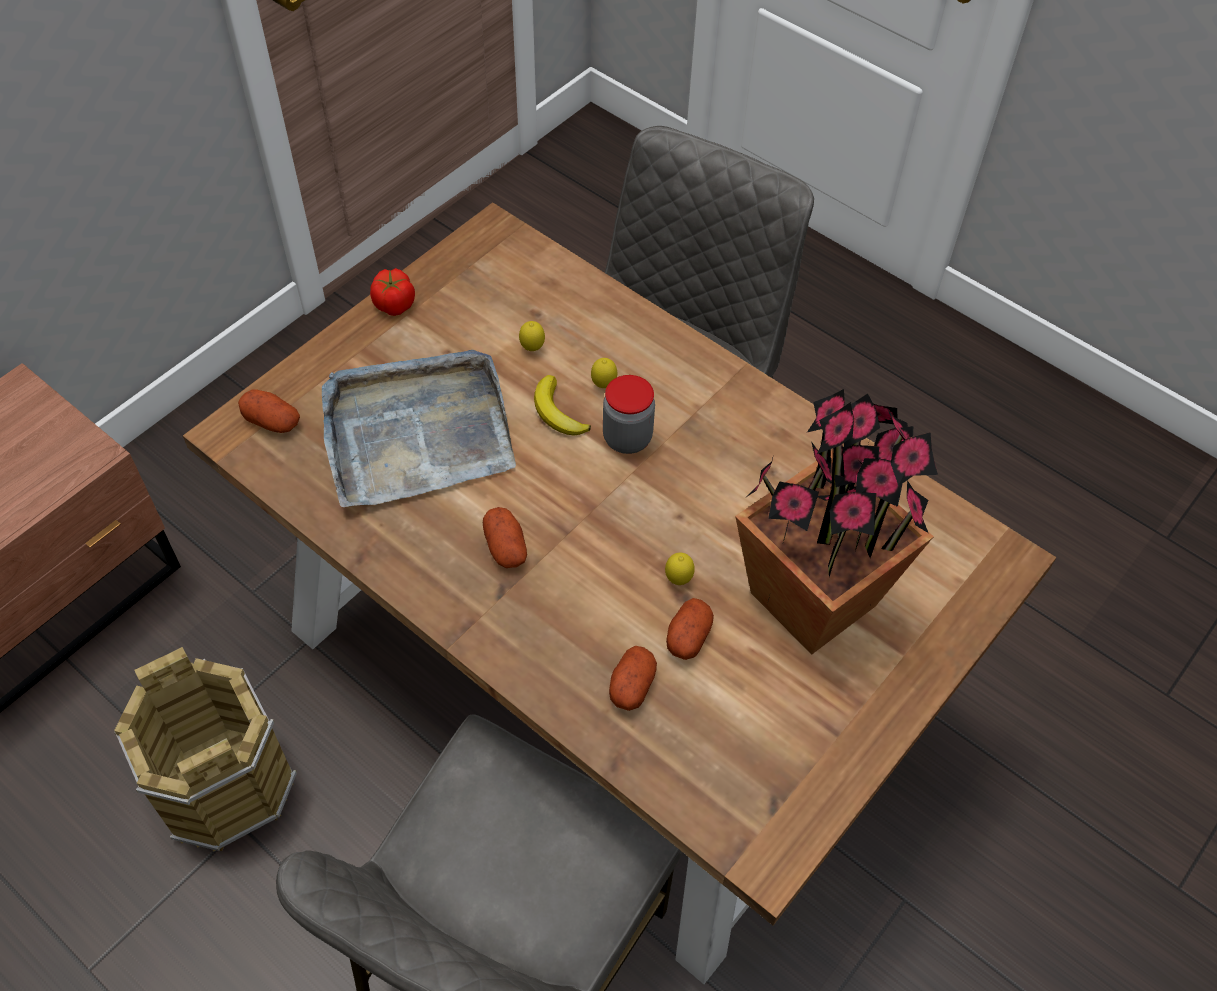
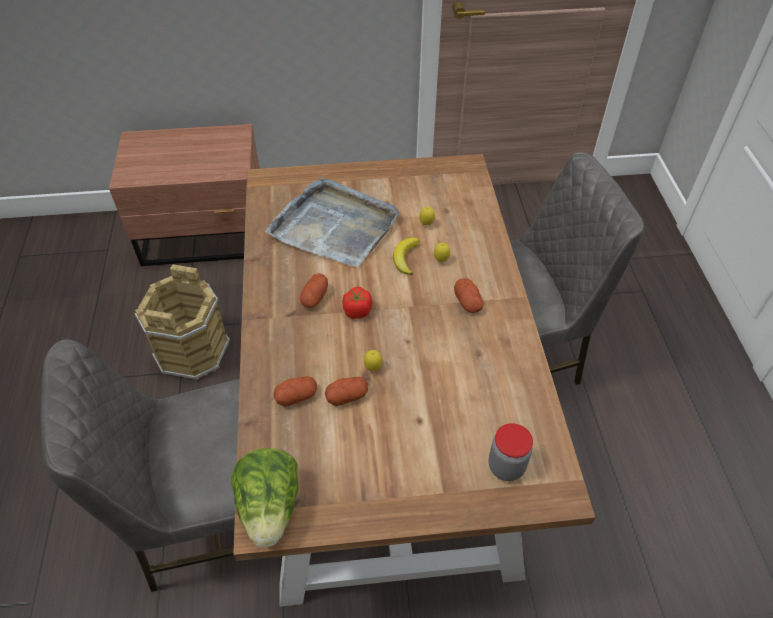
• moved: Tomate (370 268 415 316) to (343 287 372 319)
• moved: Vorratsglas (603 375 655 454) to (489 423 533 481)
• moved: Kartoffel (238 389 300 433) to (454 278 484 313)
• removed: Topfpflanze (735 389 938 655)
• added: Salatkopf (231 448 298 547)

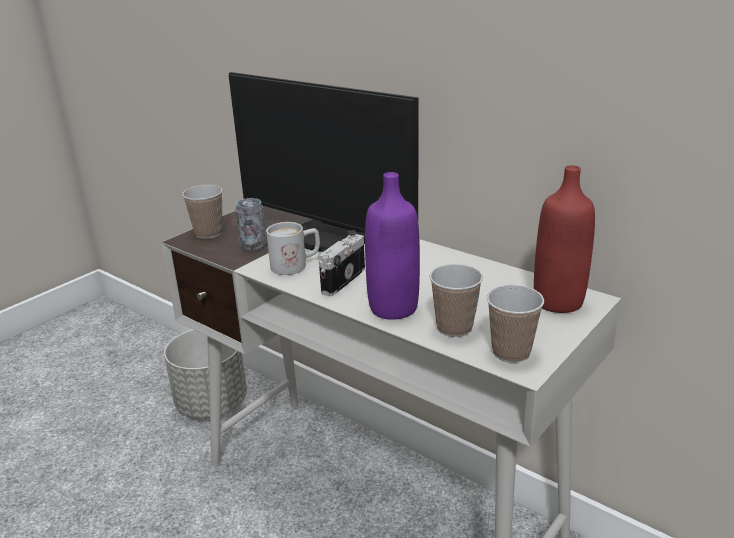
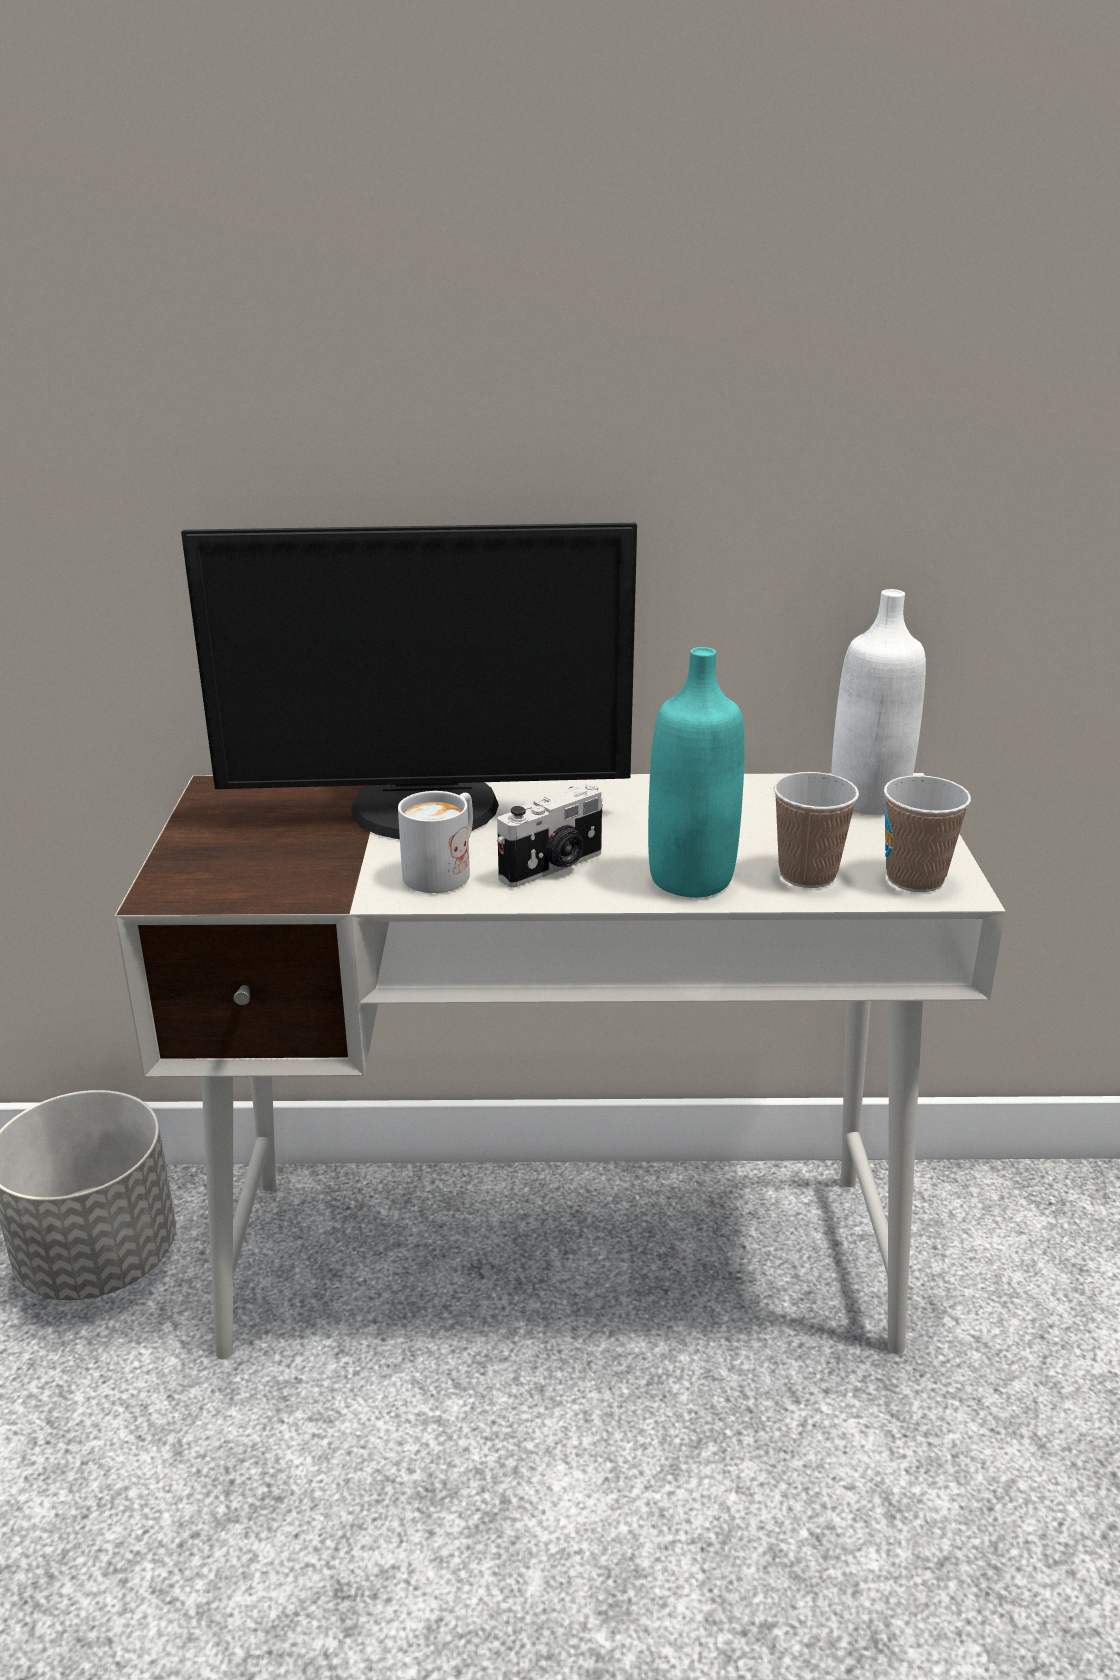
• recoloured: Flasche (rot) (534 165 595 313) to Flasche (weiß) (831 589 926 815)
• recoloured: Flasche (lila) (365 172 420 320) to Flasche (türkis) (648 647 745 898)
• removed: Tasse (182 185 223 239)
• removed: Dose (235 198 267 252)
• turned: Kamera (318 230 365 296) = (497 783 603 888) 120 degrees counterclockwise

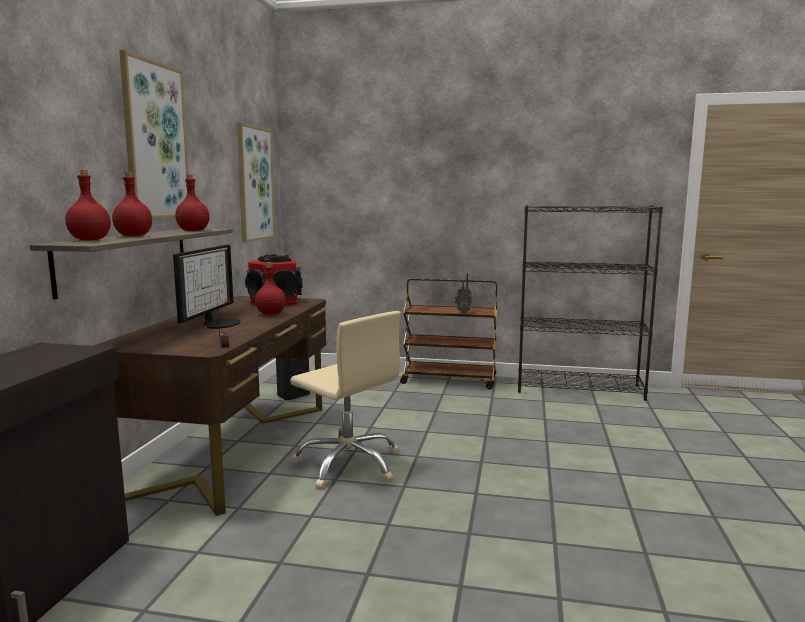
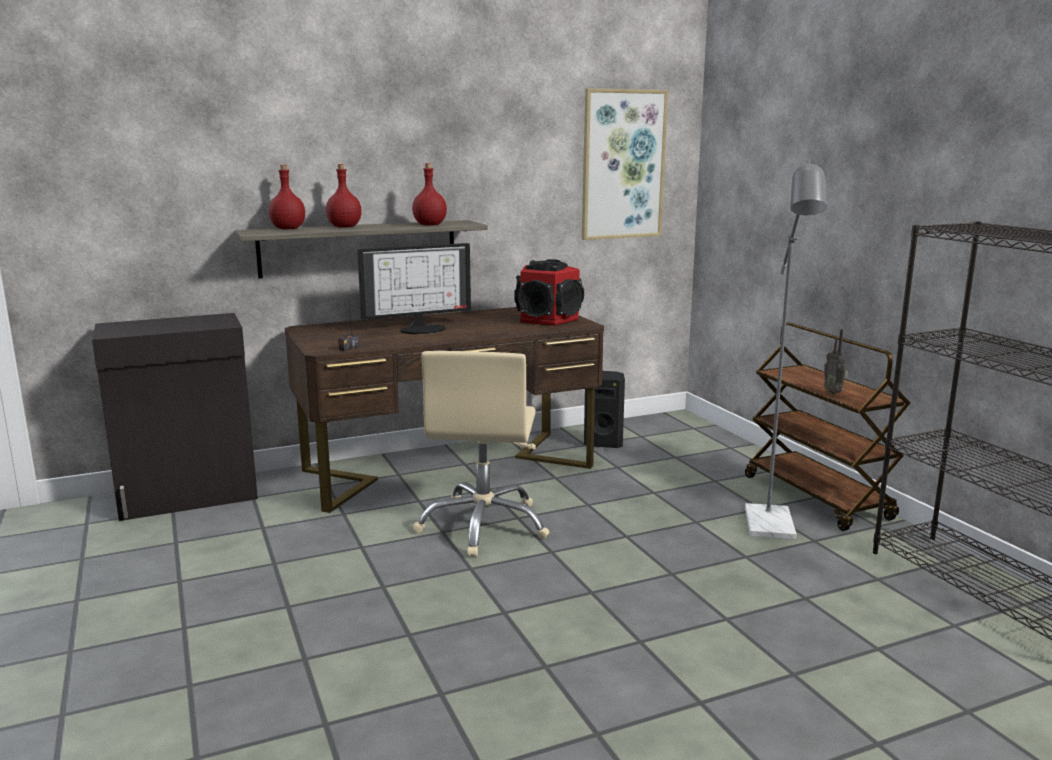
• removed: Bild (119 50 189 219)
• removed: Flasche (rot) (255 262 286 315)
• added: Stehlampe (grau) (745 160 827 539)

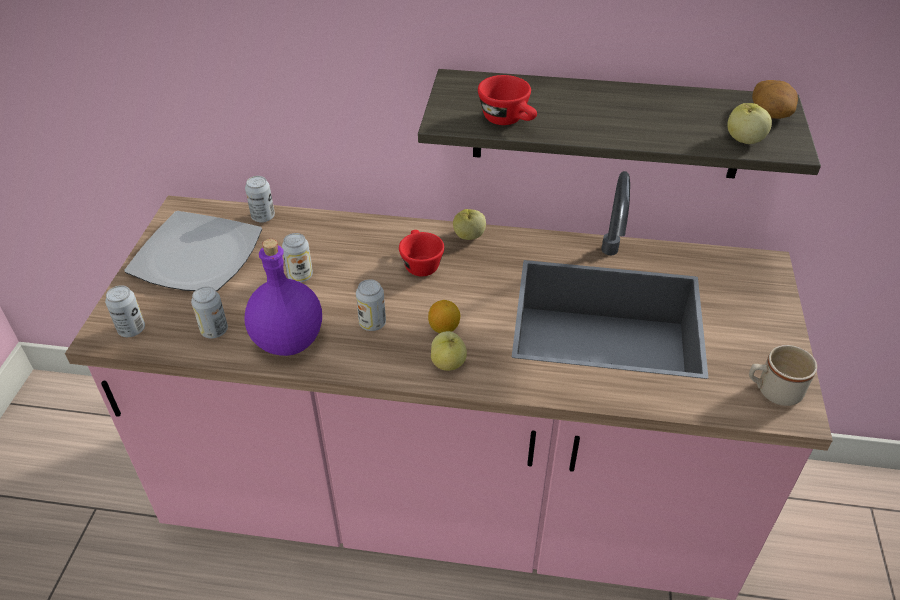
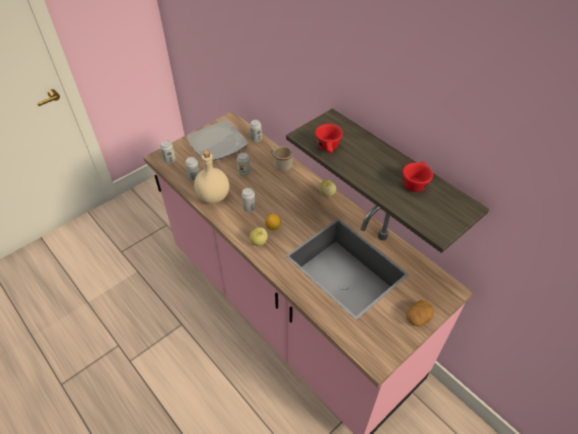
• moved: Kartoffel (752 80 798 119) to (406 300 434 326)
• removed: Apfel (727 103 772 144)
• moved: Tasse (rot) (399 230 444 276) to (403 161 433 192)
• recoloured: Flasche (lila) (244 239 322 356) to Flasche (beige) (194 150 229 203)
• moved: Henkelbecher (beige) (749 345 817 406) to (271 146 293 171)

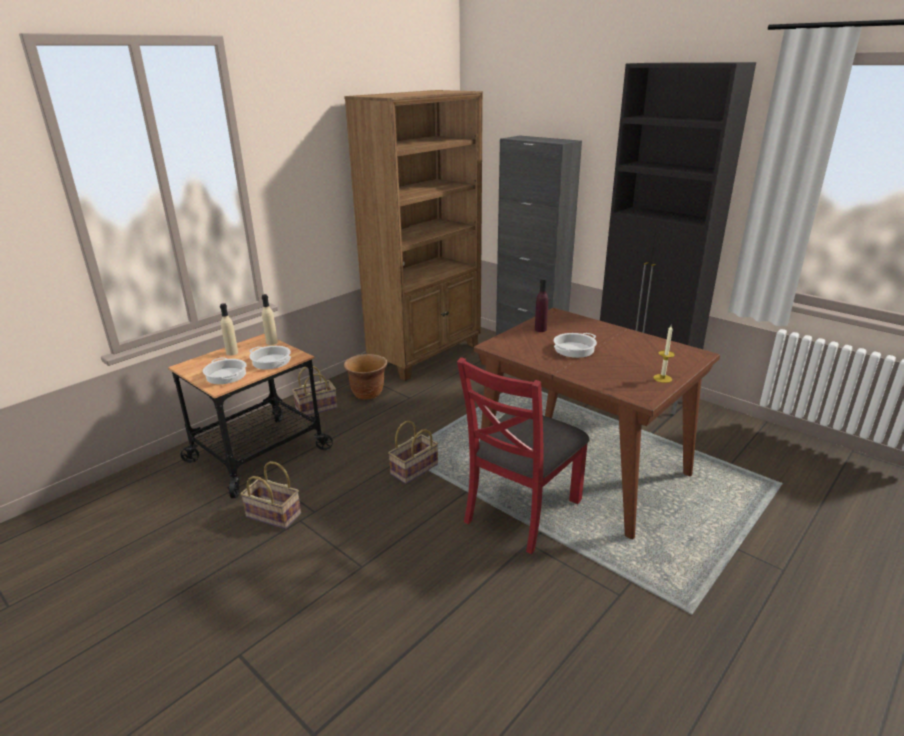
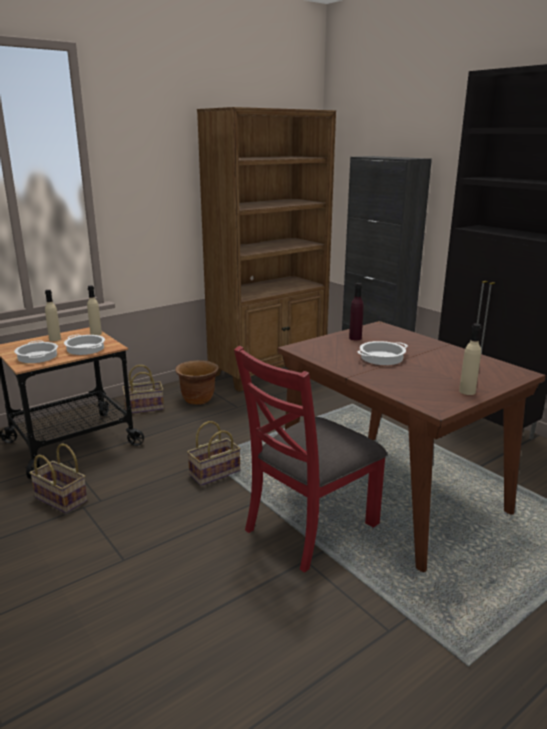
• replaced: Kerze (653 326 675 383) to Flasche (beige) (459 323 481 395)

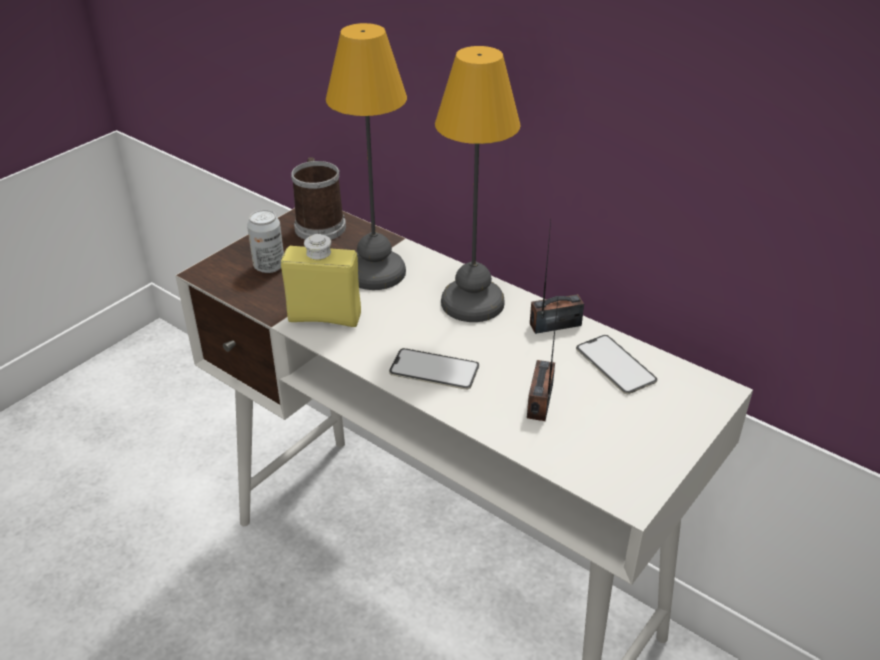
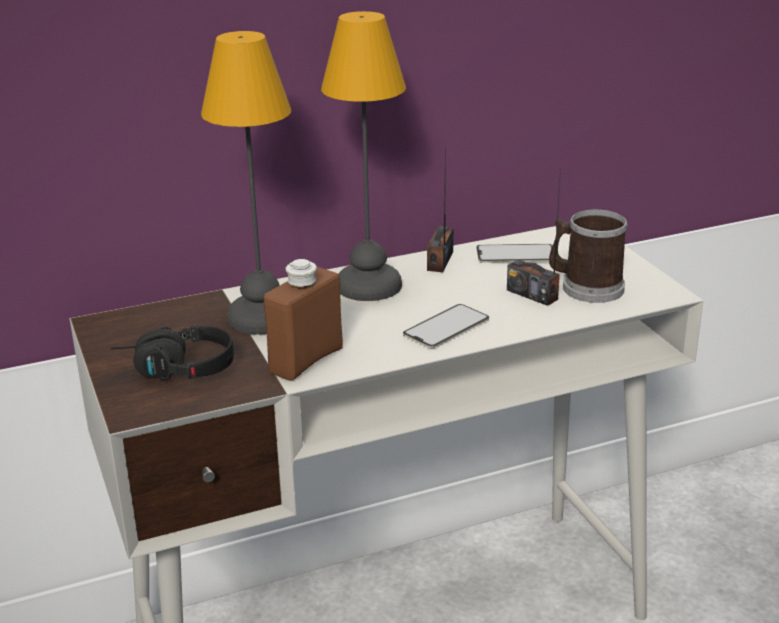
• moved: Henkelbecher (291 157 346 240) to (549 210 628 303)
• replaced: Dose (247 210 284 273) to Kopfhörer (schwarz) (111 326 234 380)
• recoloured: Flasche (gelb) (281 234 361 327) to Flasche (braun) (264 259 343 381)

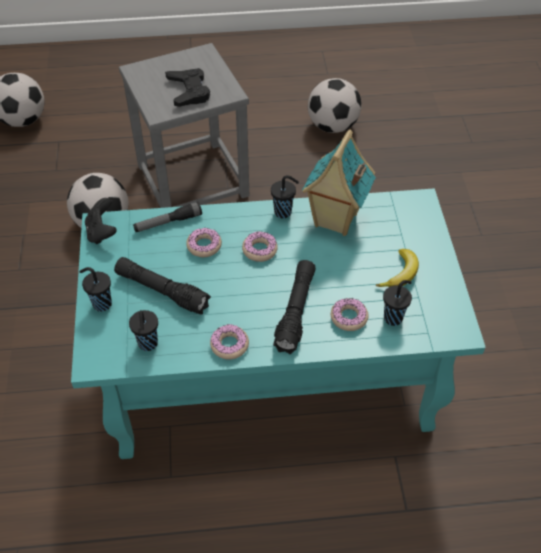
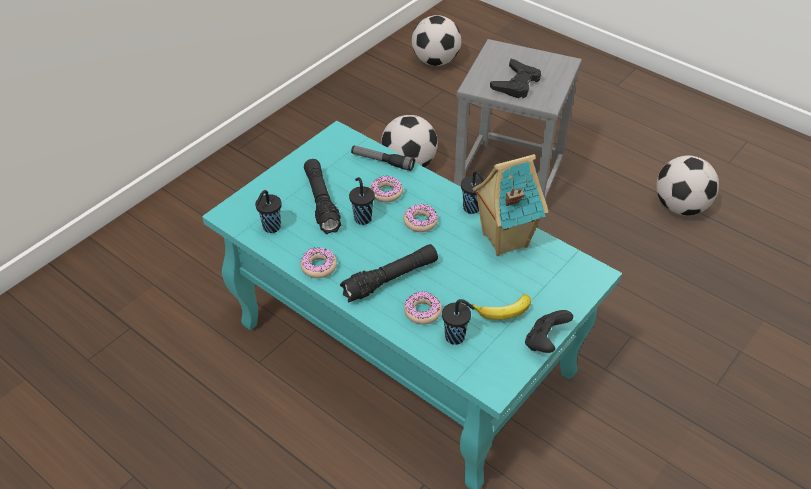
• moved: Gamepad (schwarz) (85 198 117 244) to (525 310 573 353)
• moved: Tasse (schwarz) (80 267 112 312) to (349 177 375 225)

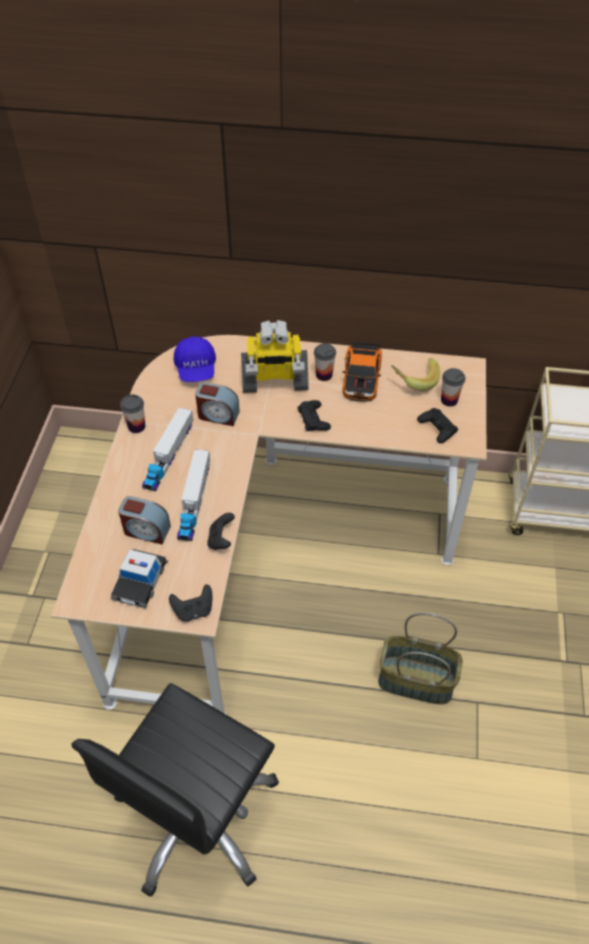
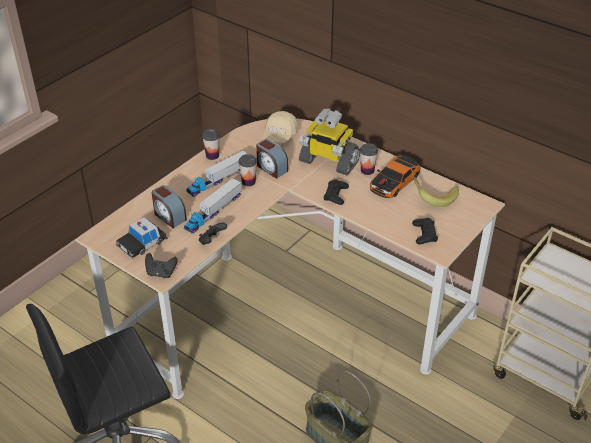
• recoloured: Kappe (blau) (174 336 216 382) to Kappe (beige) (262 111 299 143)
• moved: Tasse (441 368 466 407) to (239 154 257 186)

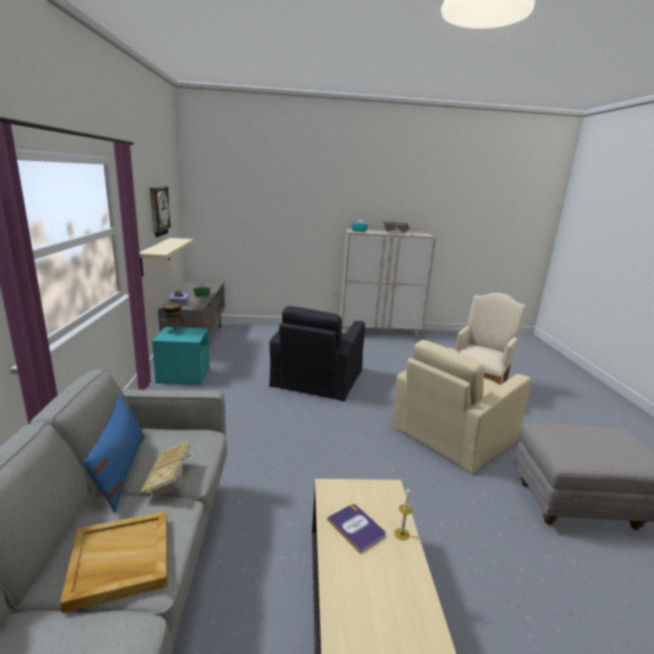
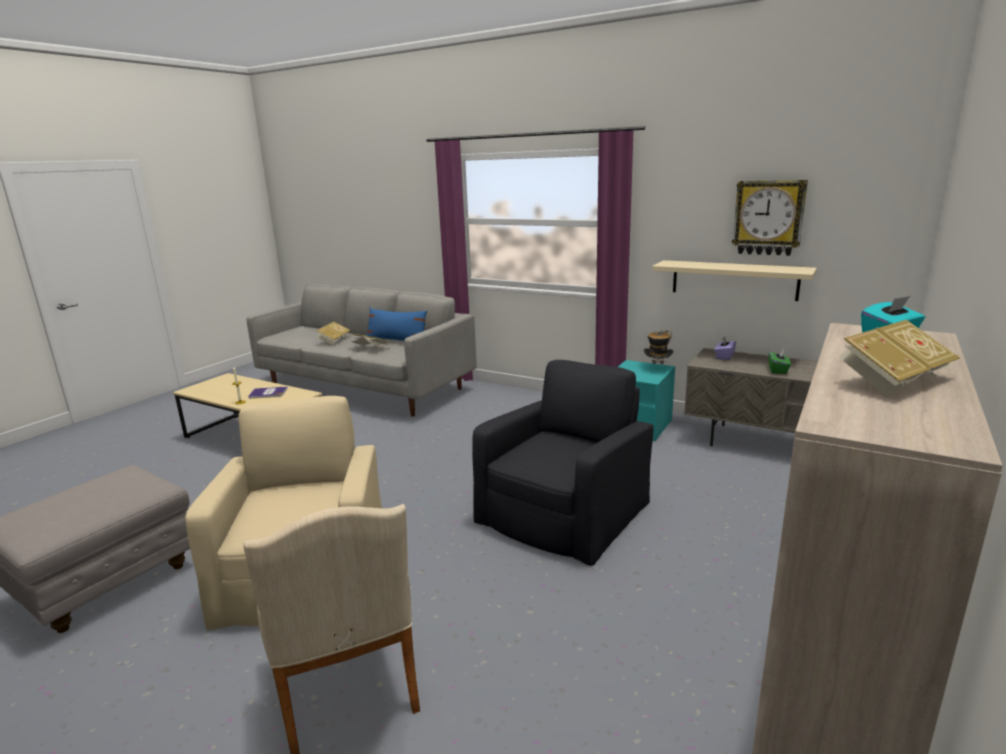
• turned: Sessel (schwarz) (269 306 365 401) = (472 360 654 566) 75 degrees clockwise
• replaced: Tablett (beige) (60 511 168 613) to Buch (316 322 350 345)

